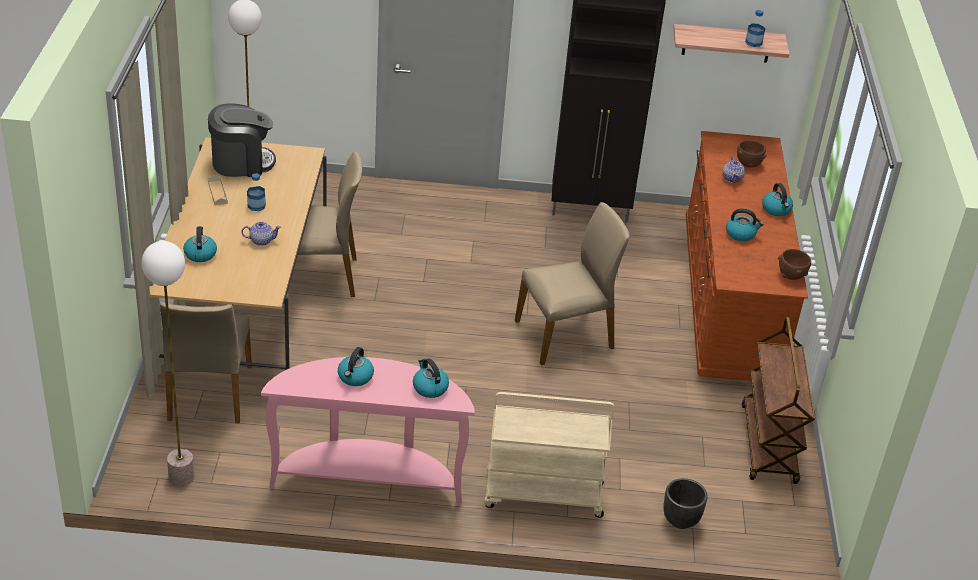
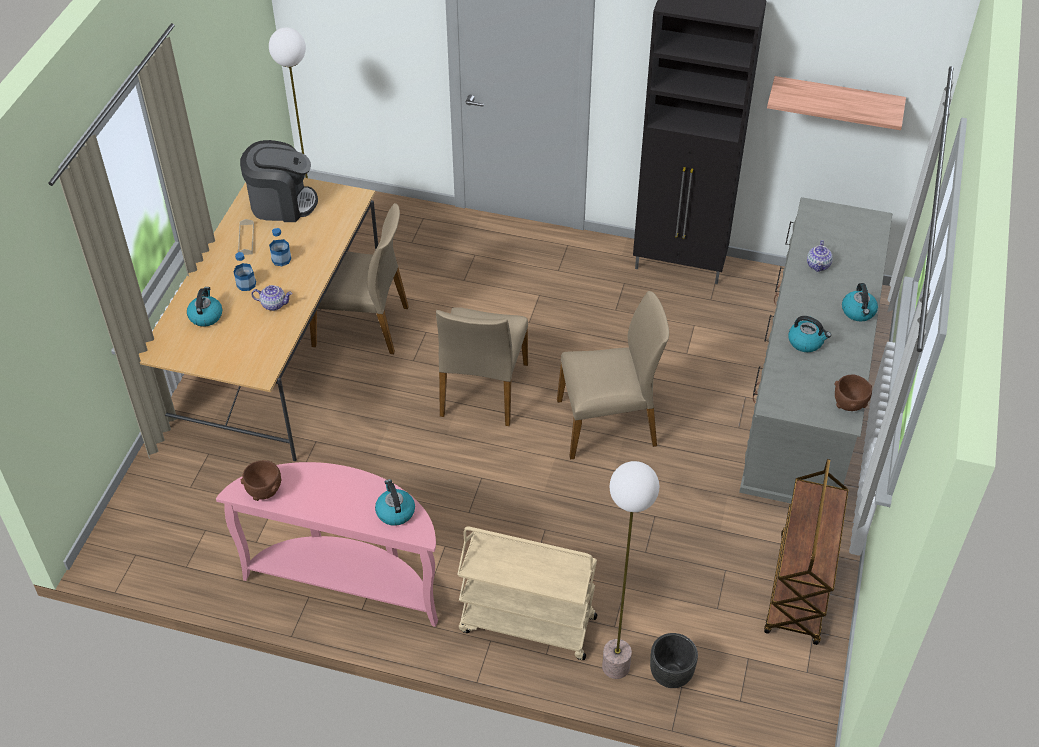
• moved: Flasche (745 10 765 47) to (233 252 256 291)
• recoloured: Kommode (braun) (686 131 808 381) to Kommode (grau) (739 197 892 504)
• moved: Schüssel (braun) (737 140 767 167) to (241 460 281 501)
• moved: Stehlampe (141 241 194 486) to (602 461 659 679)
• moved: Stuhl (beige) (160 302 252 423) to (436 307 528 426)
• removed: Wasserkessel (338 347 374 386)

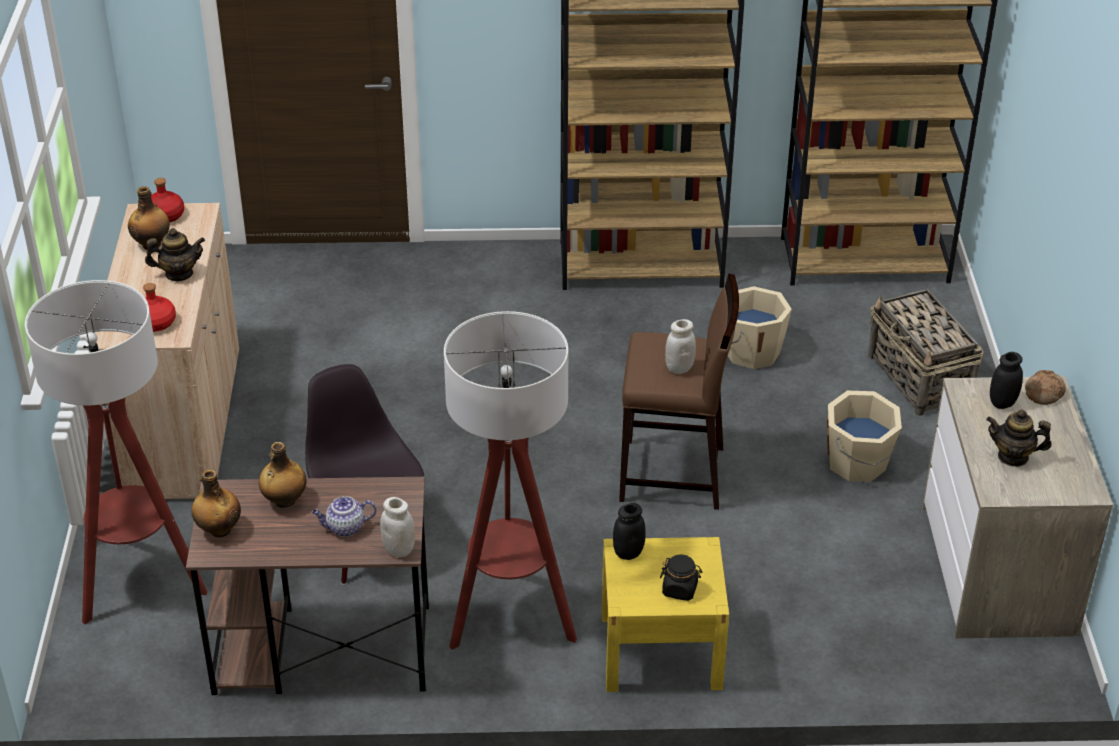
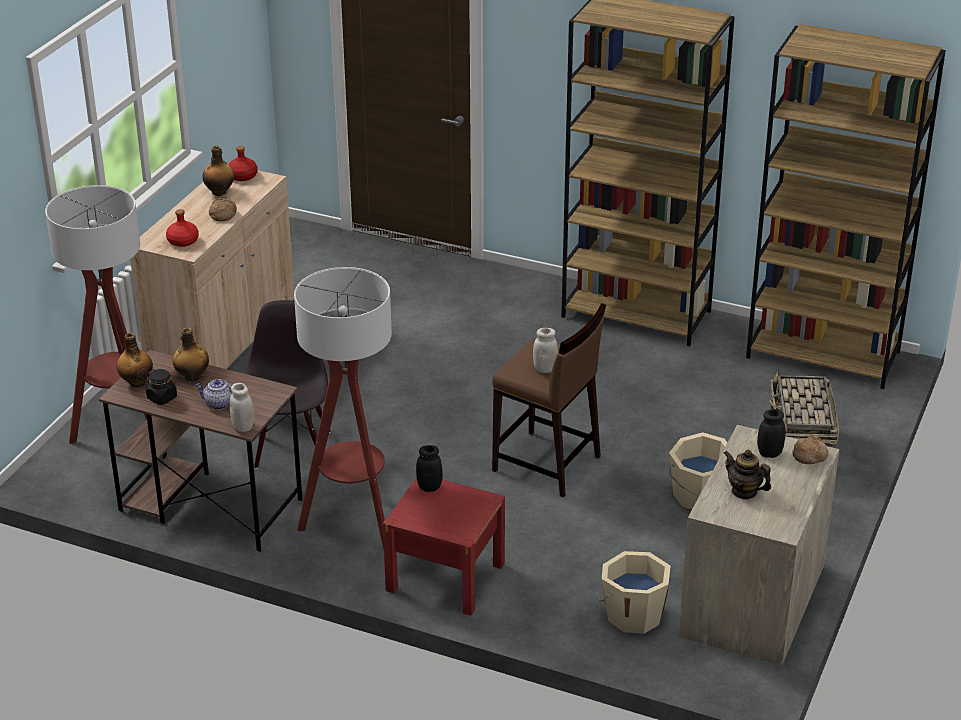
• replaced: Teekanne (145 228 205 281) to Brot (209 198 237 222)
• moved: Eimer (beige) (728 286 792 369) to (599 551 670 634)
• recoloured: Nachttisch (gelb) (602 537 729 692) to Nachttisch (rot) (383 478 505 616)
• moved: Vorratsglas (schwarz) (660 555 703 601) to (146 369 177 405)

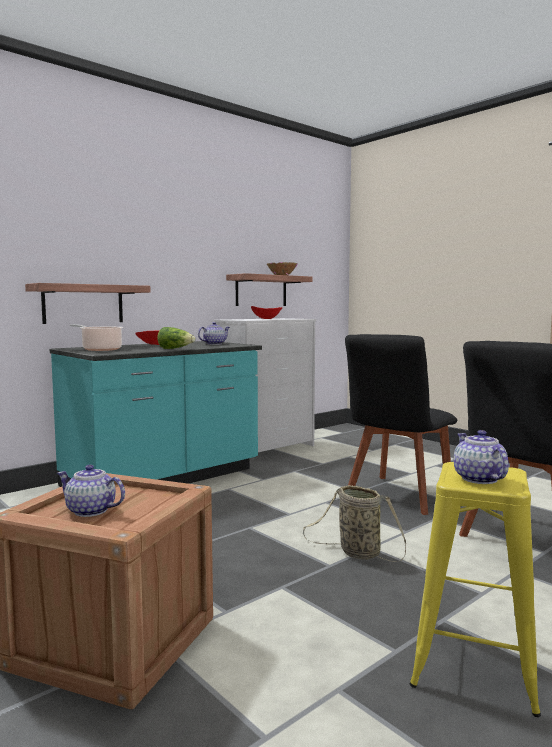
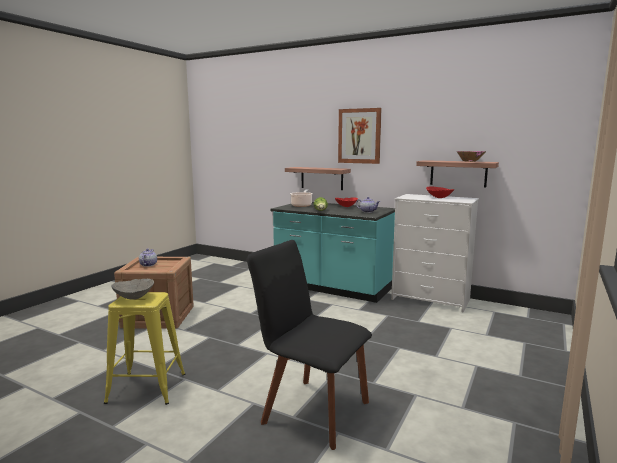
• removed: Stuhl (schwarz) (345 334 457 515)
• replaced: Teekanne (454 430 509 484) to Schüssel (grau) (111 279 154 300)
• removed: Korb (303 485 406 562)
• added: Bild (338 108 382 164)

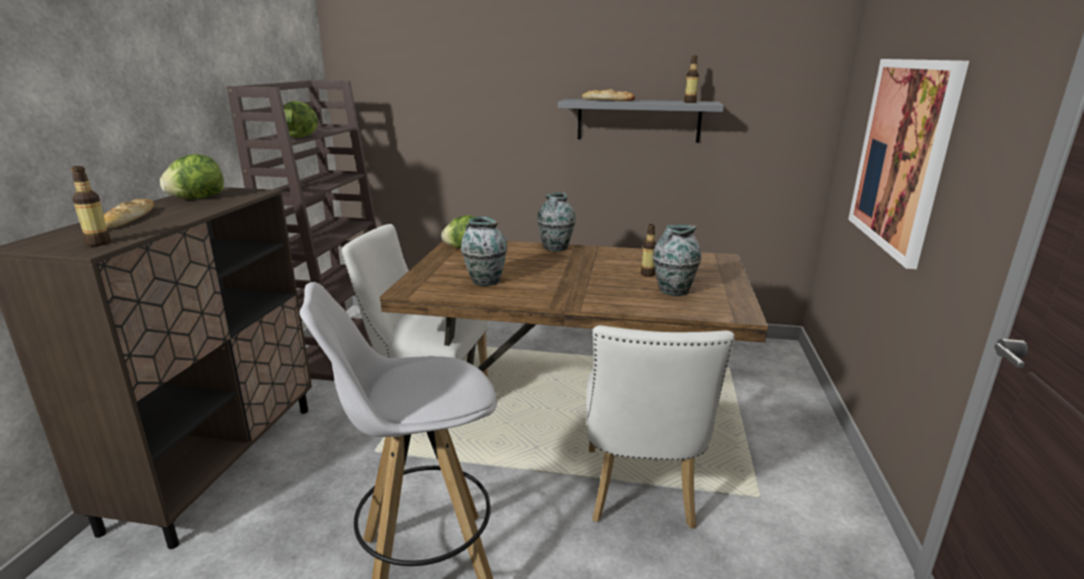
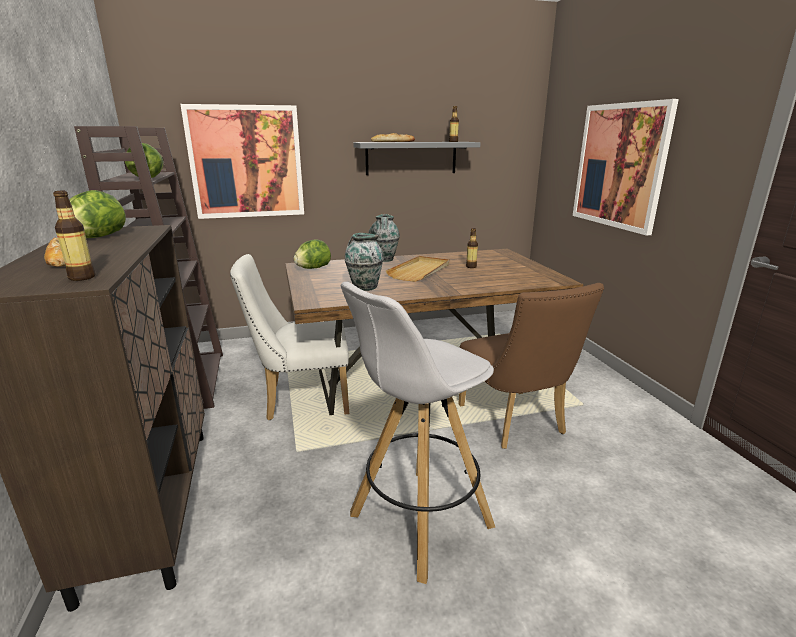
• removed: Vase (653 225 701 296)
• recoloured: Stuhl (weiß) (586 325 735 529) to Stuhl (braun) (458 283 604 449)
• added: Bild (180 104 304 219)
• added: Tablett (beige) (386 256 449 282)

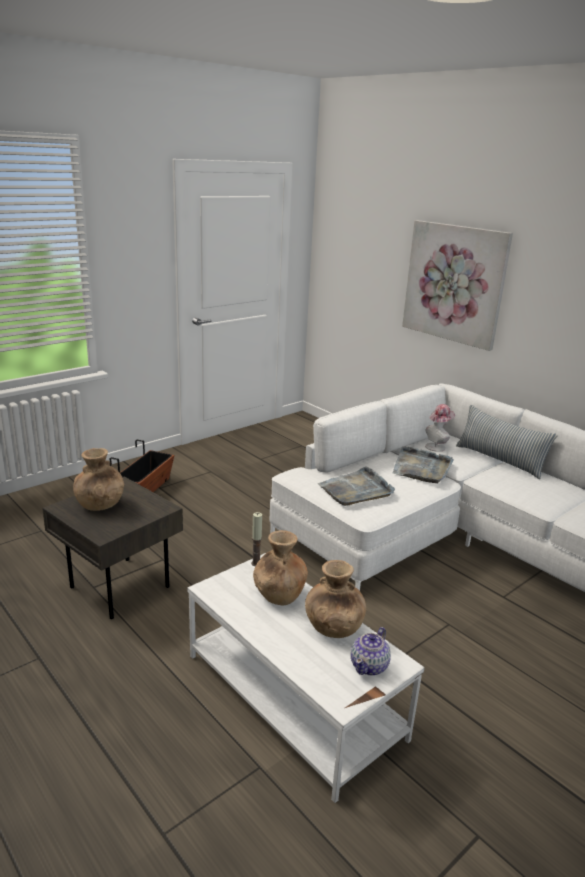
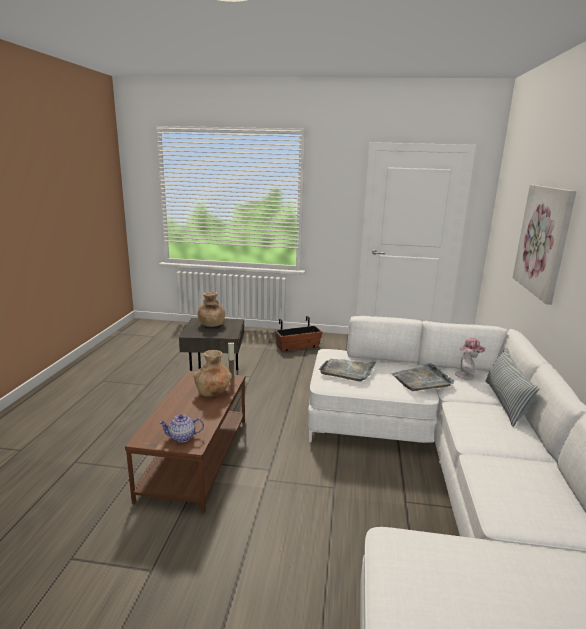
• recoloured: Couchtisch (weiß) (187 553 425 803) to Couchtisch (braun) (125 371 245 513)
• removed: Vase (braun) (305 560 366 638)

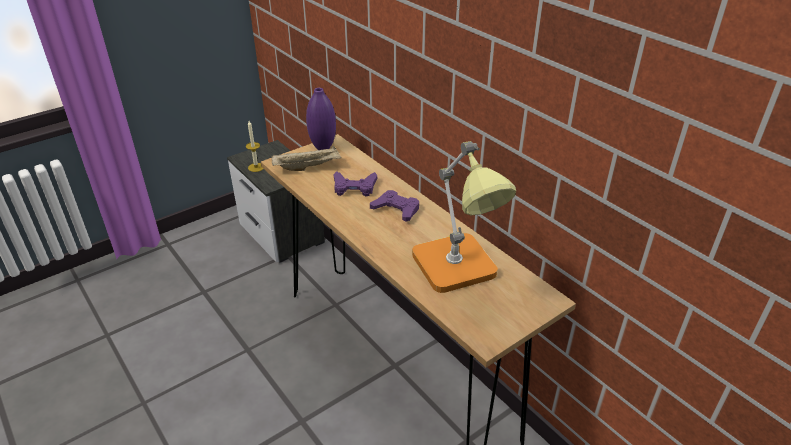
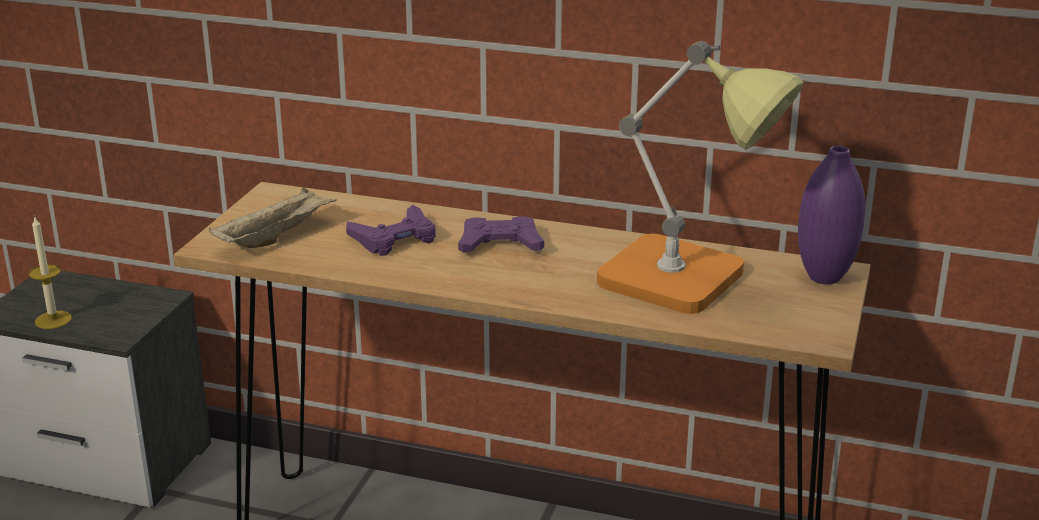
• moved: Vase (lila) (306 88 336 150) to (798 145 865 284)

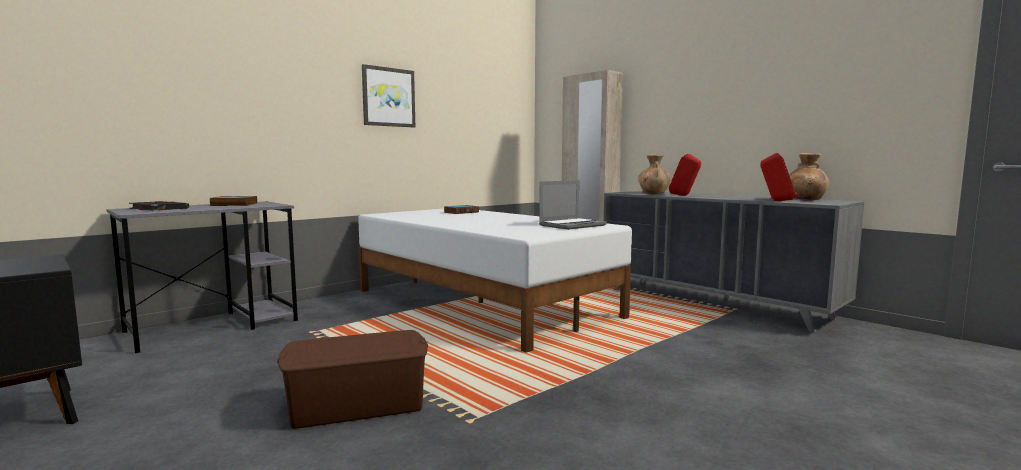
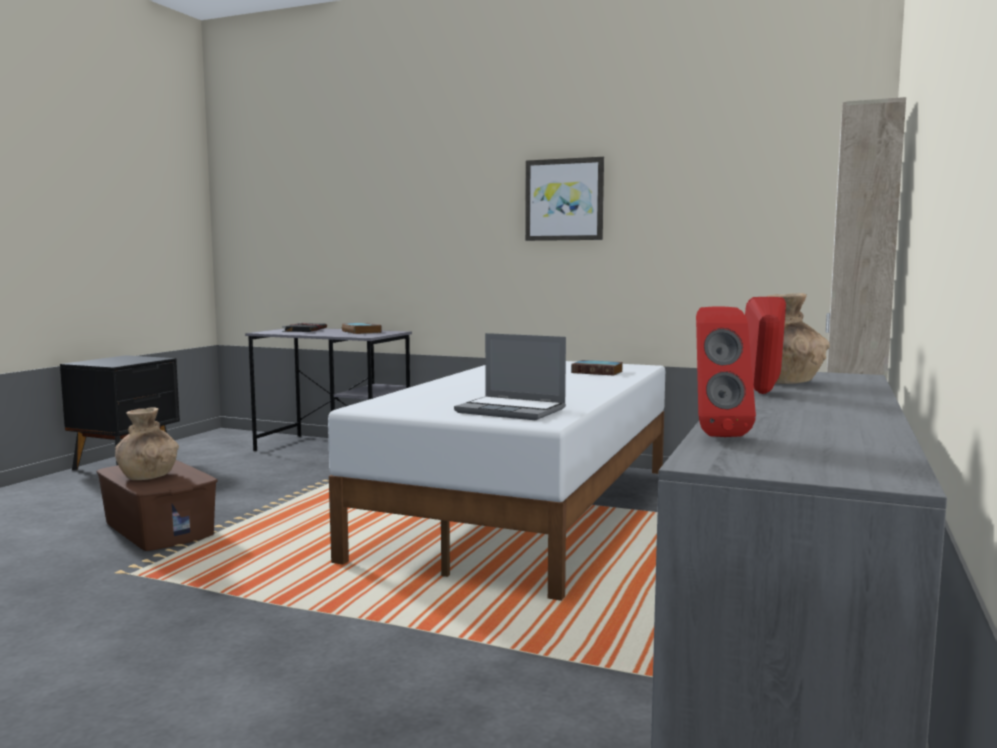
• moved: Vase (braun) (789 153 829 200) to (115 407 179 480)

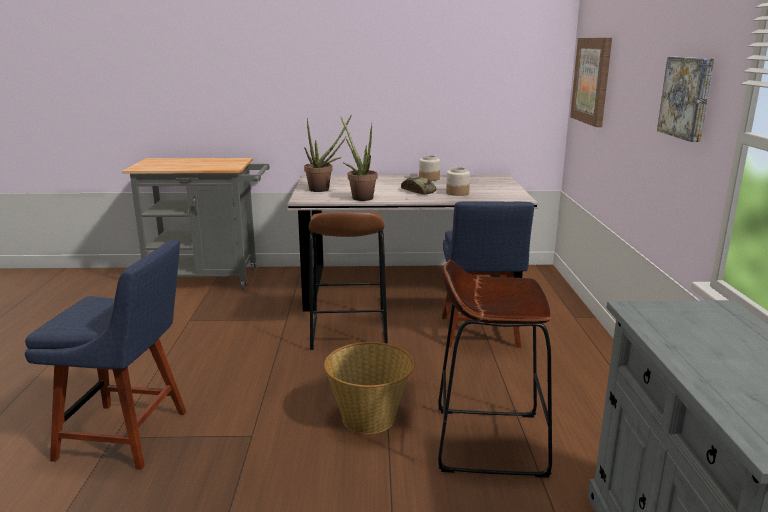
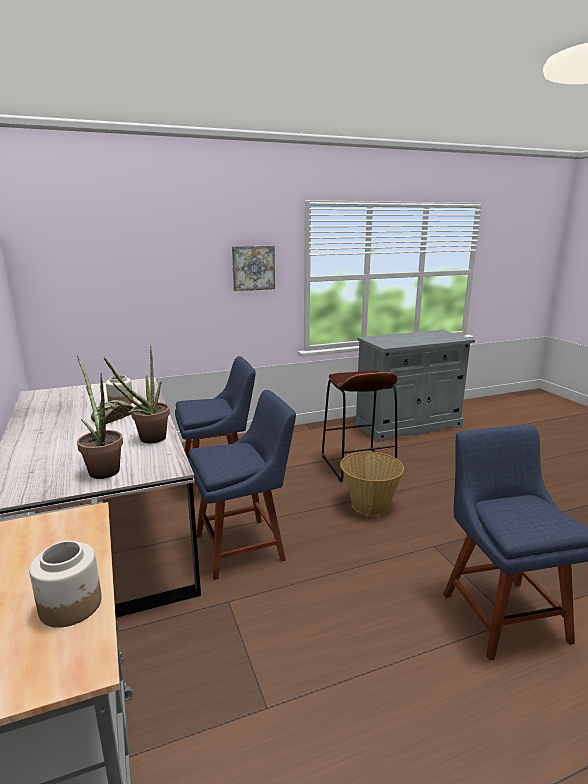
• removed: Bild (570 38 612 127)
• moved: Vorratsglas (419 155 440 181) to (29 541 102 628)
• replaced: Hocker (braun) (309 212 388 350) to Stuhl (blau) (188 390 296 580)

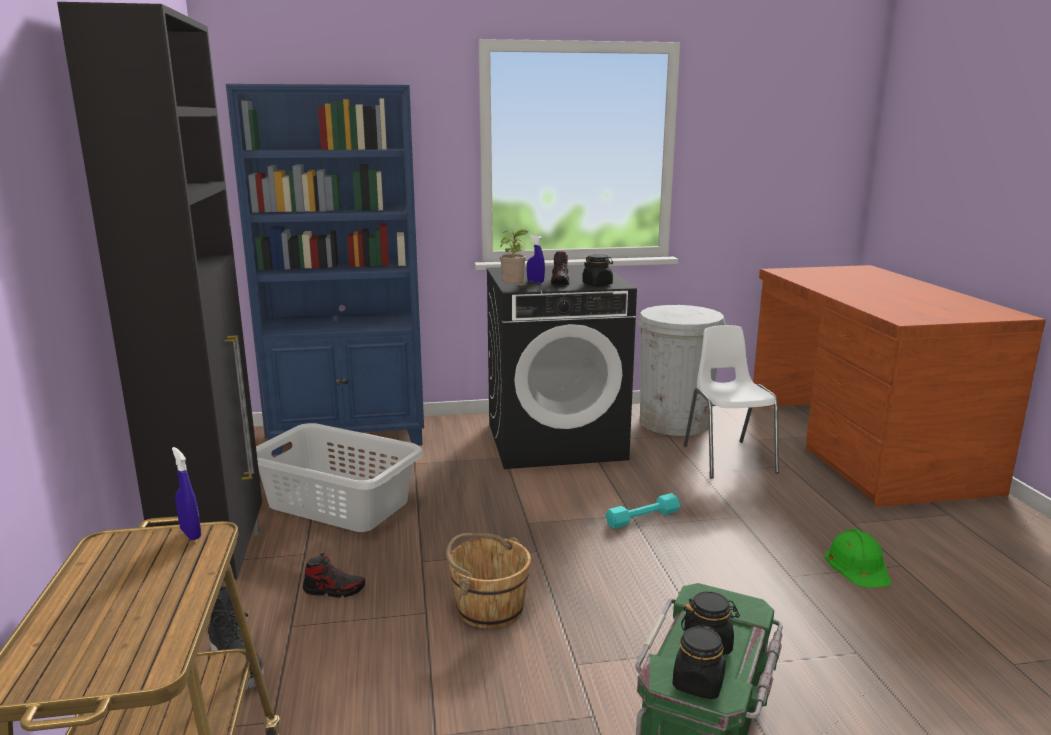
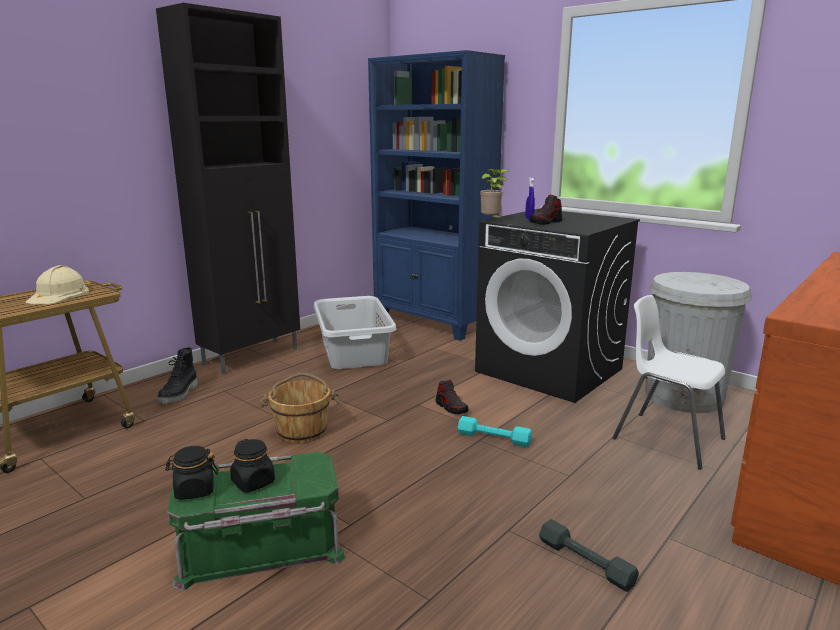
• removed: Vorratsglas (schwarz) (582 254 613 286)
• turned: Stuhl (weiß) (684 325 779 478) = (613 295 726 470) 90 degrees counterclockwise
• removed: Sprühflasche (blau) (172 447 201 540)
• replaced: Schutzhelm (grün) (825 529 892 588) to Hantel (grau) (539 519 639 592)
• moved: Schuh (303 553 365 598) to (435 379 468 414)
• added: Schutzhelm (beige) (26 265 89 304)

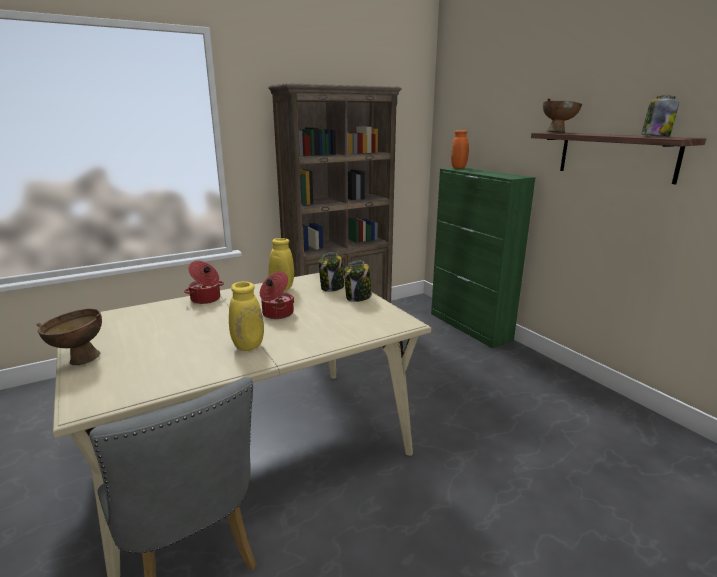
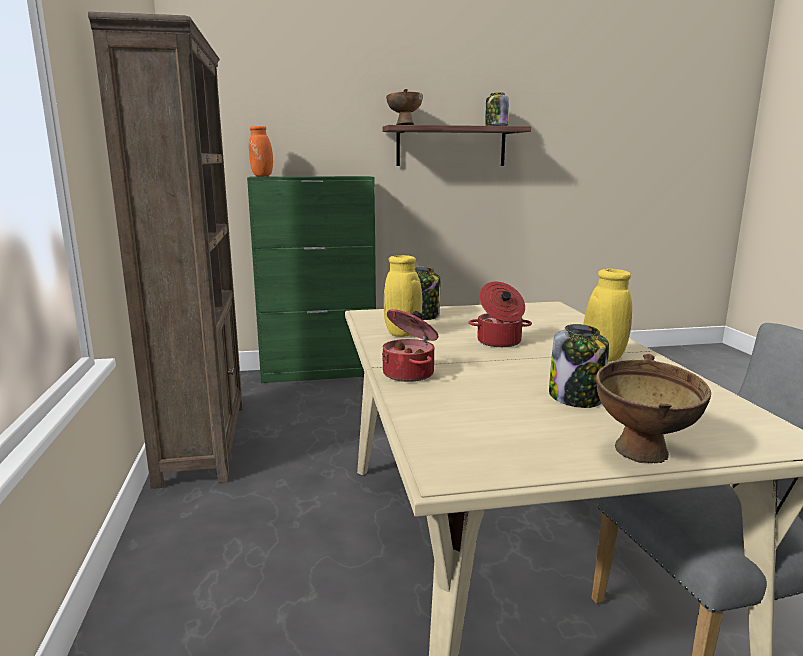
• moved: Vorratsglas (344 261 372 302) to (549 324 609 408)

